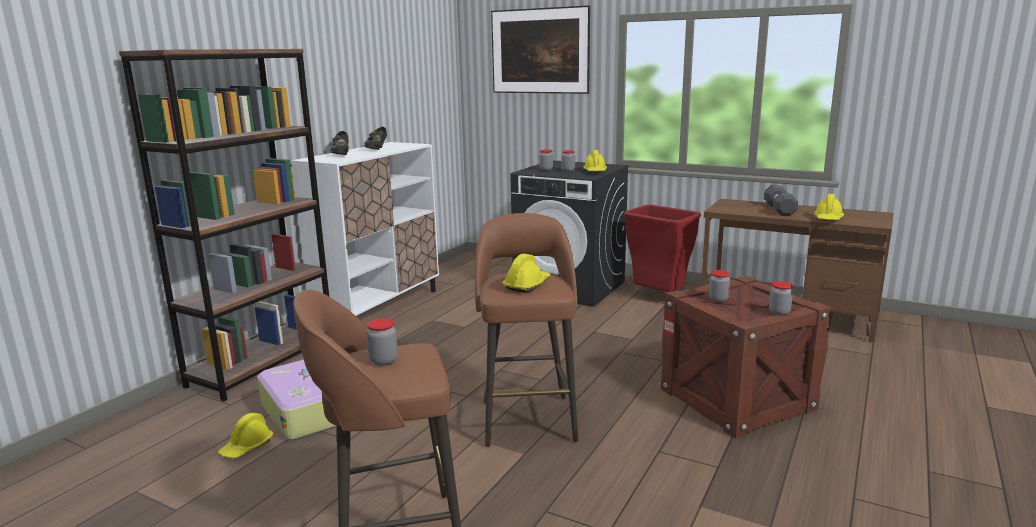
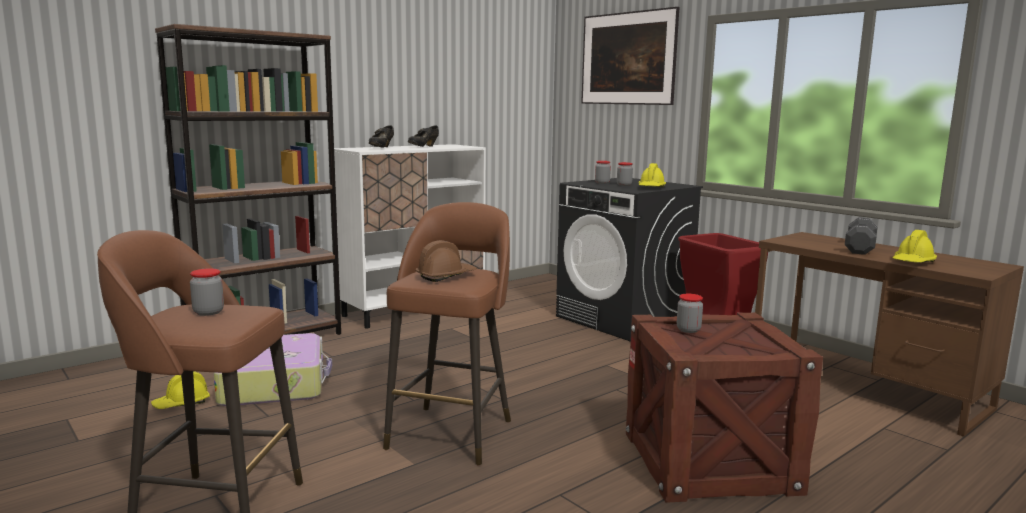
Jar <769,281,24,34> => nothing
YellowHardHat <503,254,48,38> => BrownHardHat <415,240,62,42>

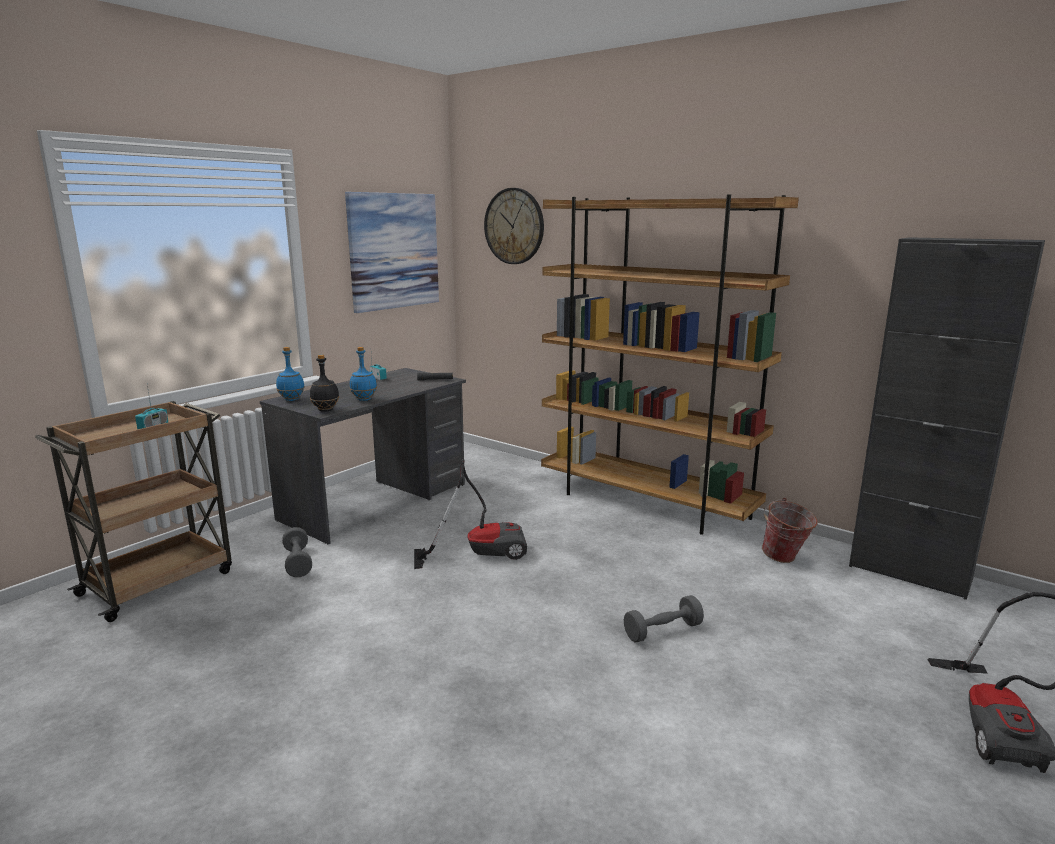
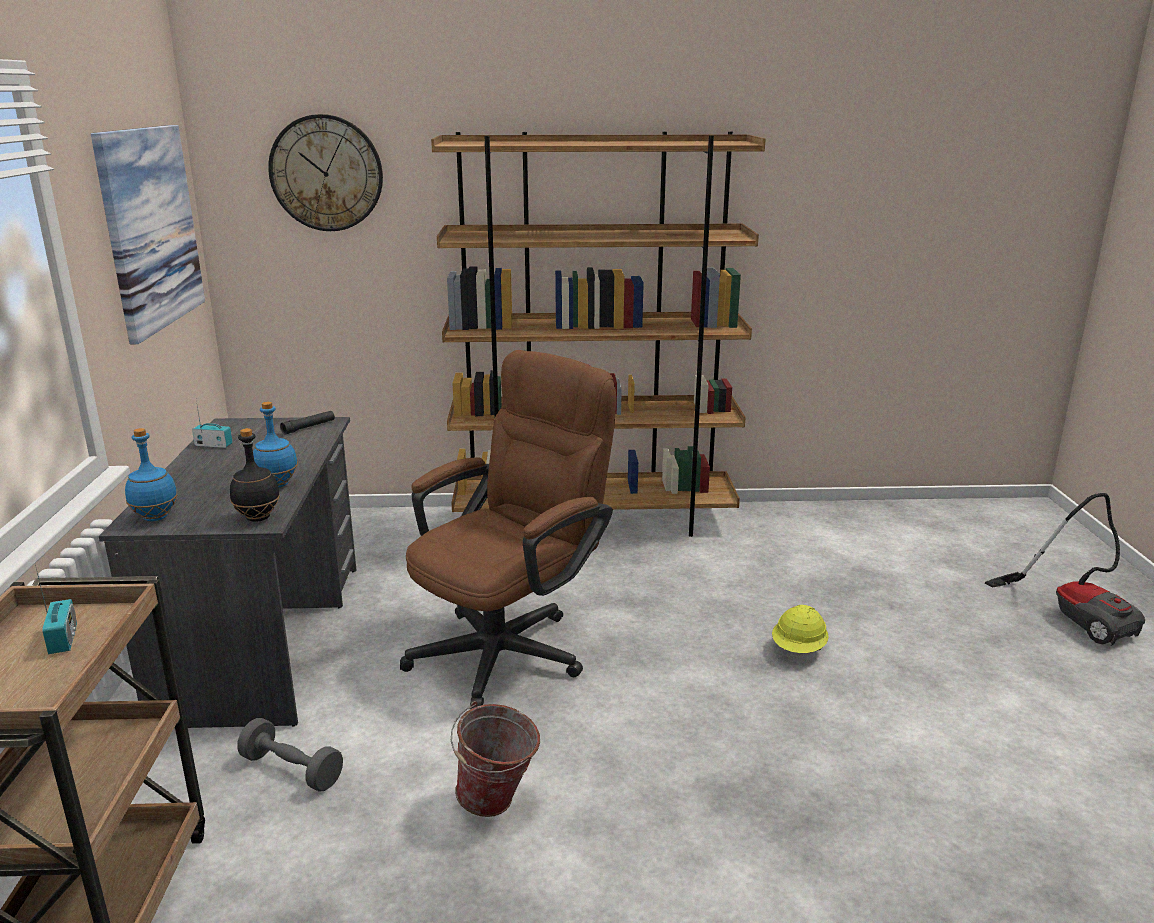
BlackCabinet <849,237,196,363> => nothing
Bucket <762,498,56,65> => Bucket <451,701,89,116>, shifted
VacuumCleaner <414,459,113,110> => BrownOfficeChair <400,350,216,356>
GreyDumbbell <624,595,80,47> => YellowHardHat <772,605,57,48>

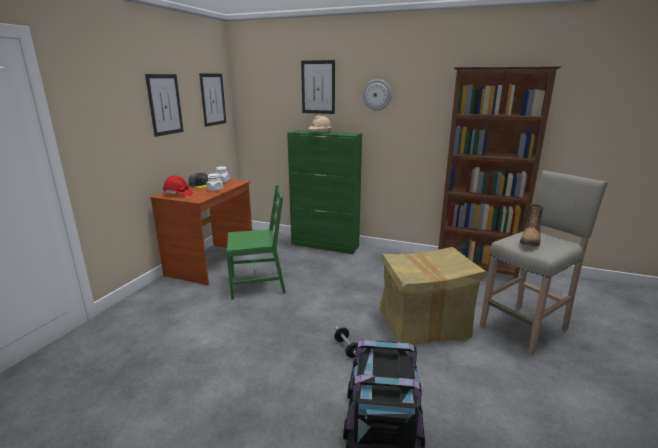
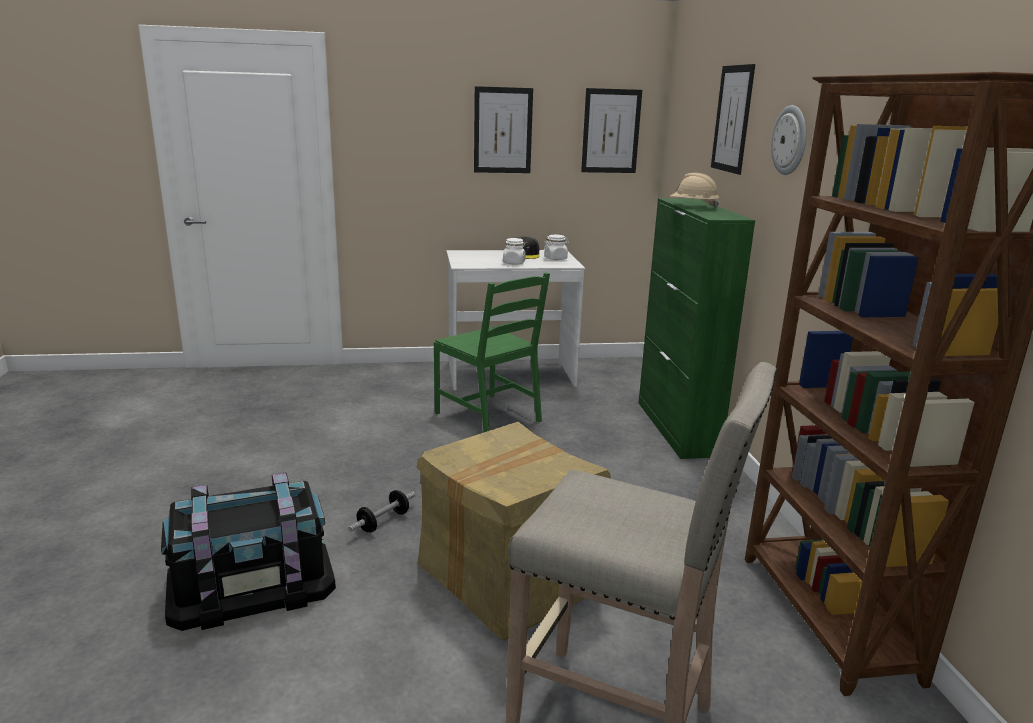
RedHardHat <163,175,30,21> => nothing
Boot <519,204,25,43> => nothing
BrownDesk <150,179,102,106> => WhiteDesk <446,250,139,140>

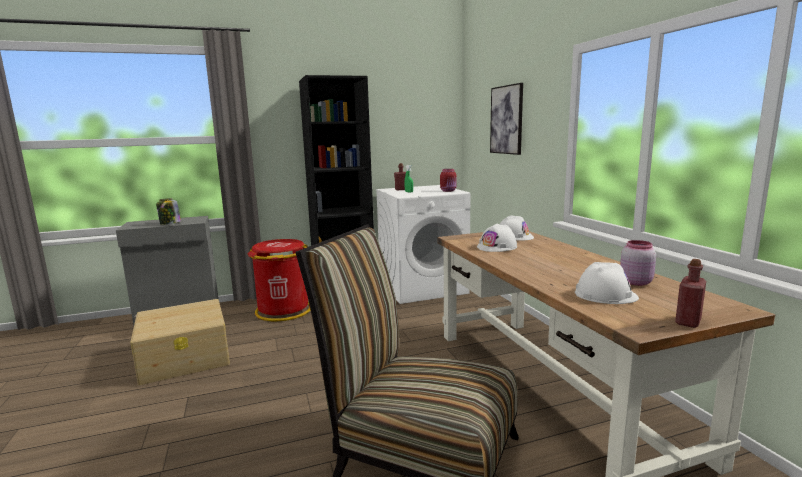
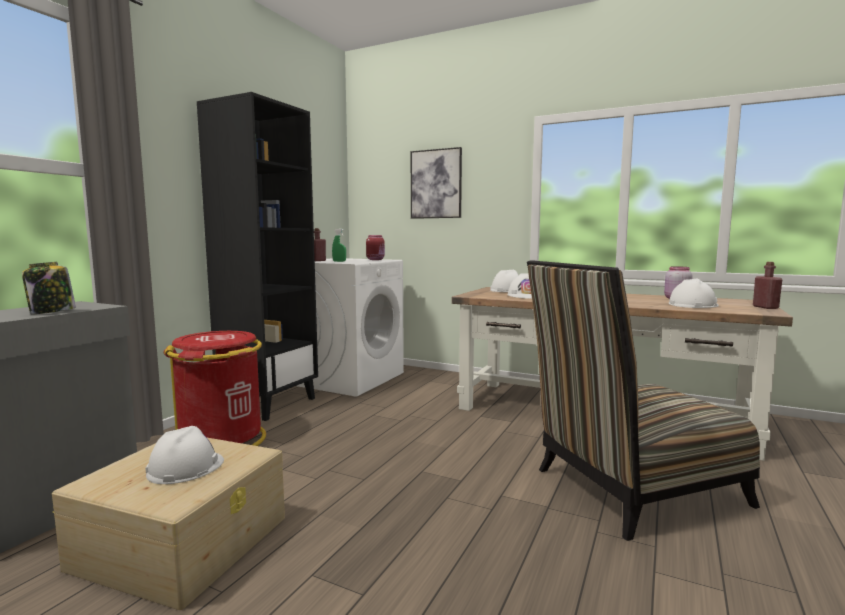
nothing => WhiteHardHat <146,426,78,58>

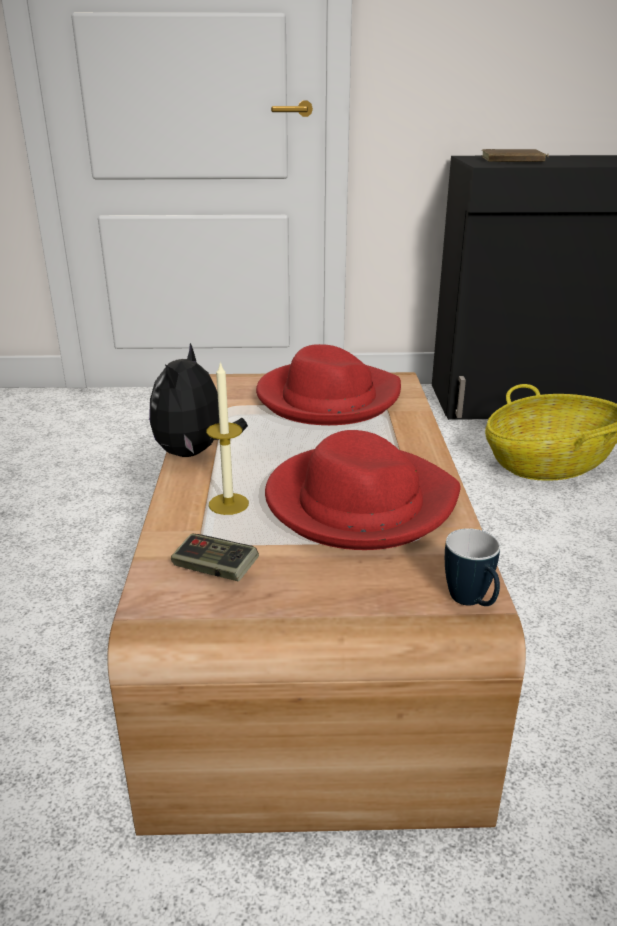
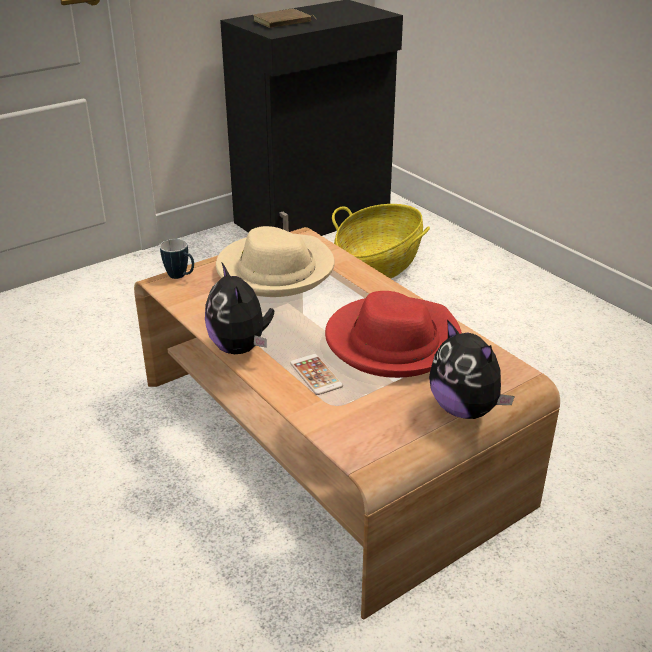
GameController <171,534,88,47> => nothing
nothing => PlushToy <429,320,86,99>
Mug <445,528,55,78> => Mug <160,239,34,40>, shifted
Candle <206,362,43,153> => Phone <290,354,53,41>
RedHat <256,344,145,81> => BeigeHat <216,226,119,71>

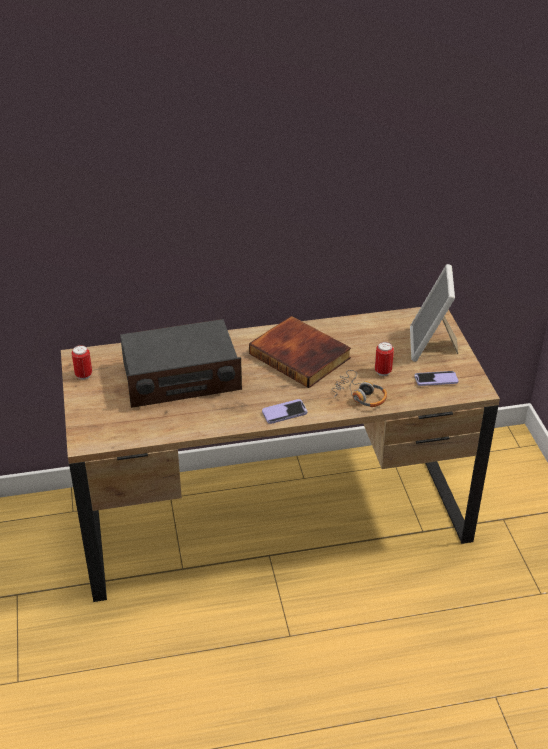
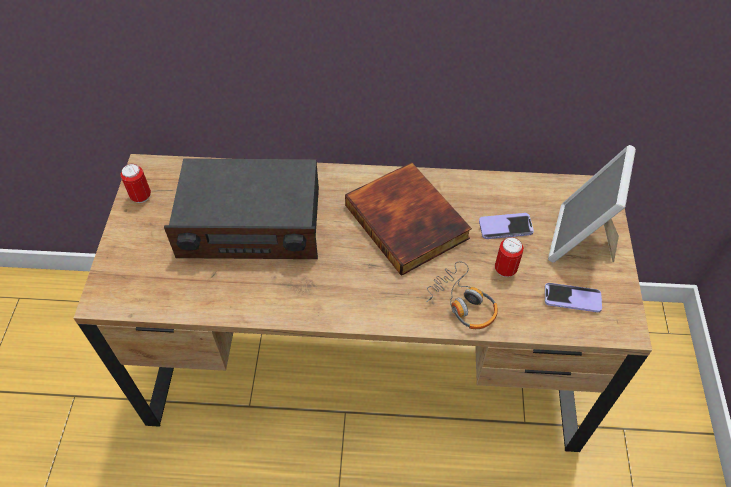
Phone <262,399,46,25> => Phone <479,213,55,26>, shifted

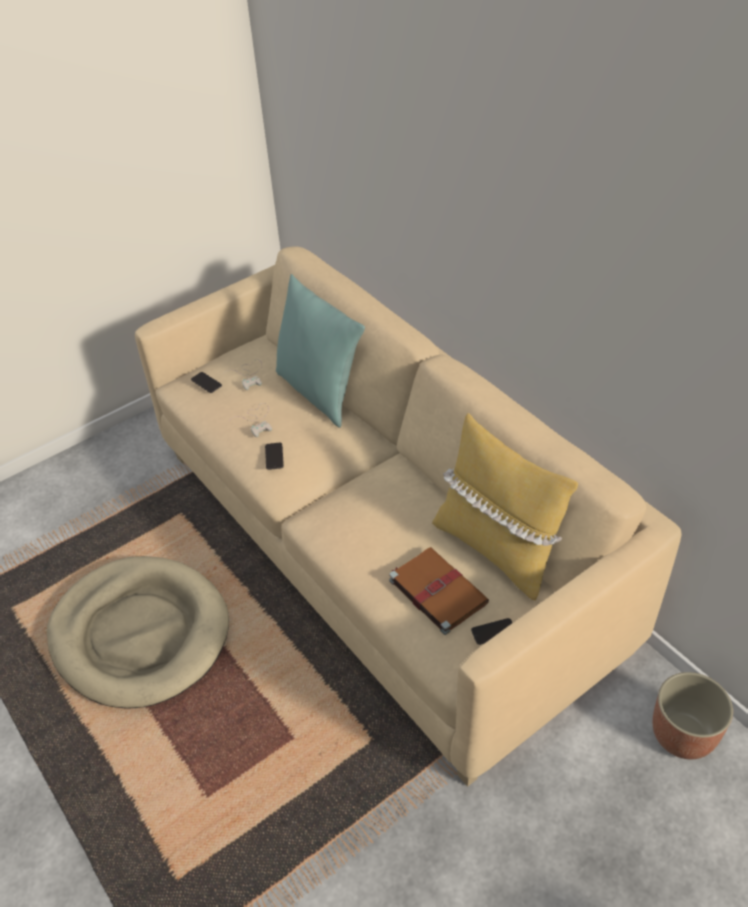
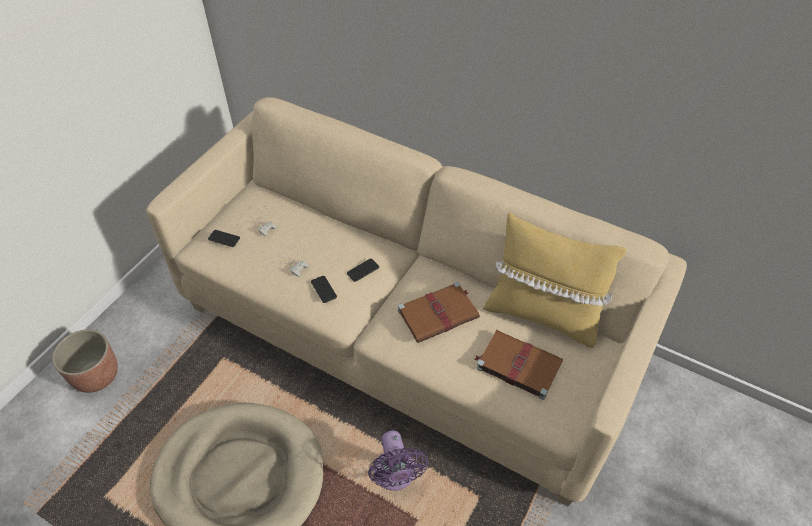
TurquoisePillow <276,274,89,154> => nothing
nothing => PurpleFan <368,431,60,60>
nothing => BrownBook <398,282,82,61>
Phone <471,618,41,27> => Phone <347,259,32,23>, shifted
Planter <653,672,80,88> => Planter <52,329,66,64>, shifted

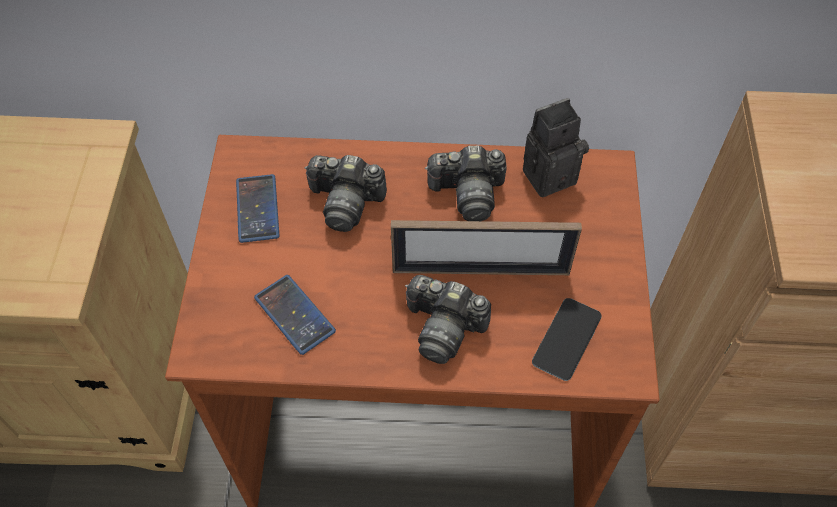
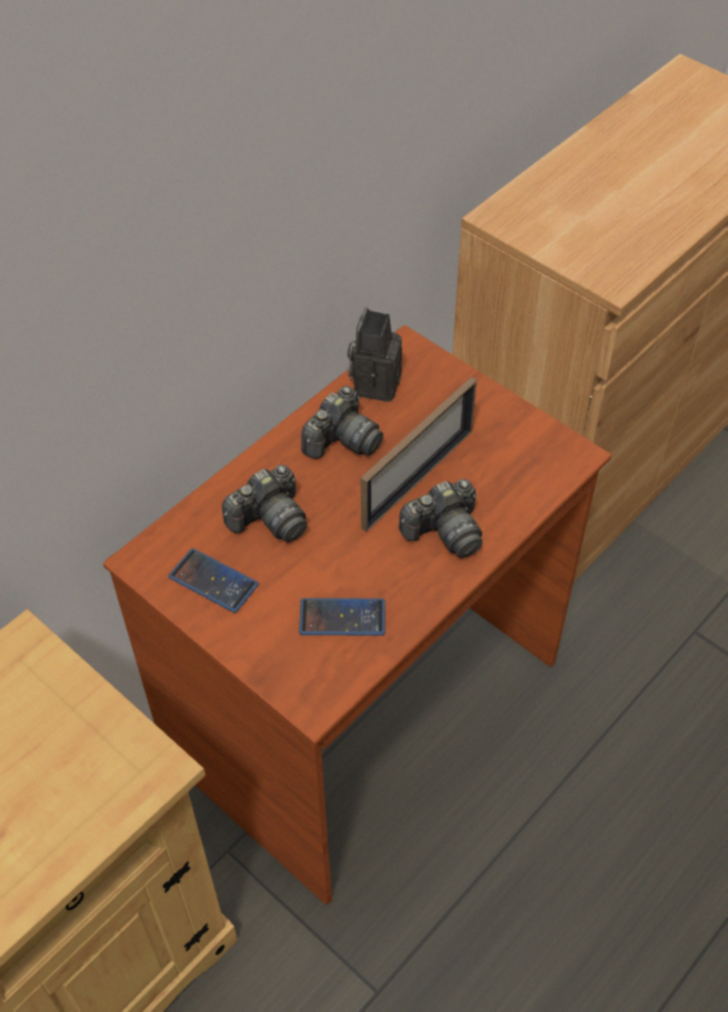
Phone <532,298,70,83> => nothing

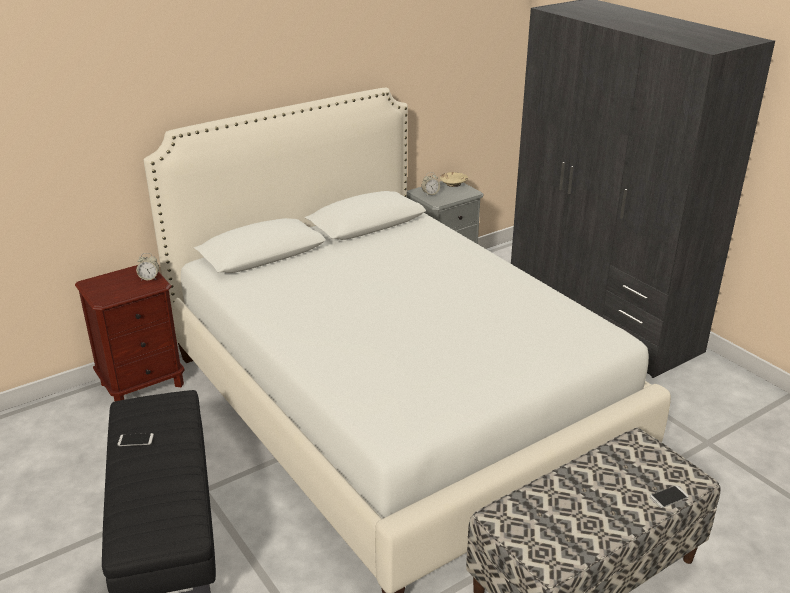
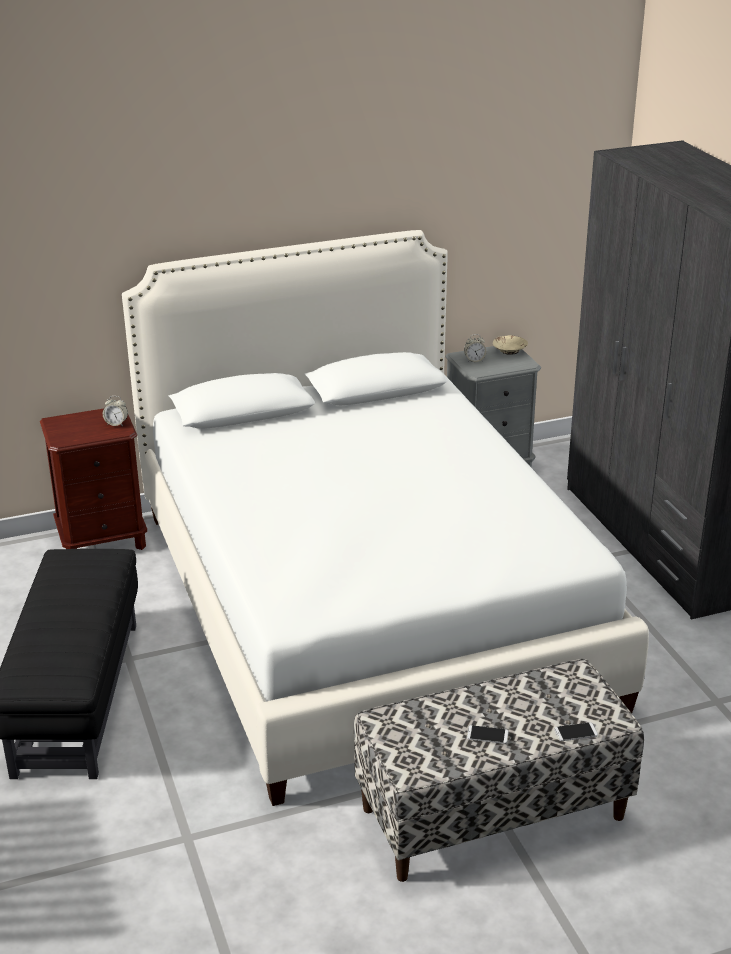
Phone <117,433,37,13> => Phone <467,725,42,19>, shifted

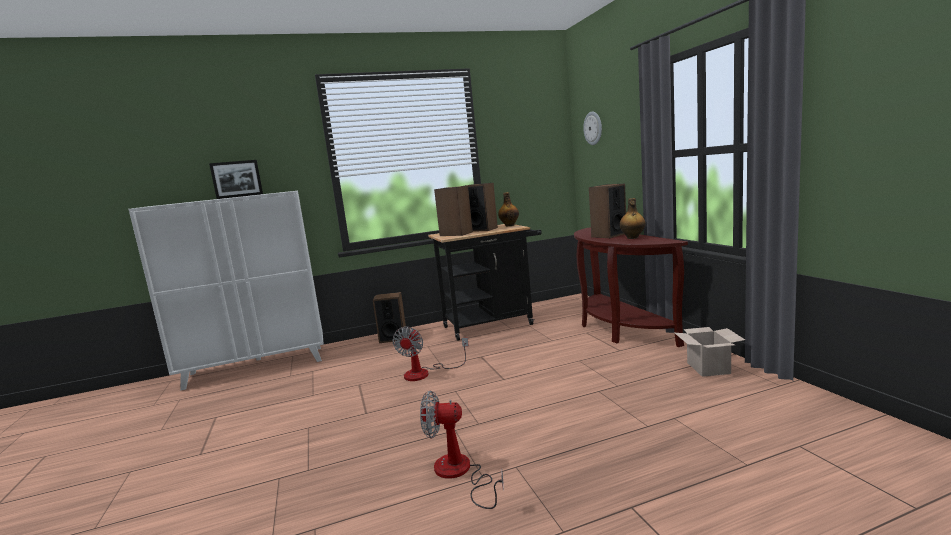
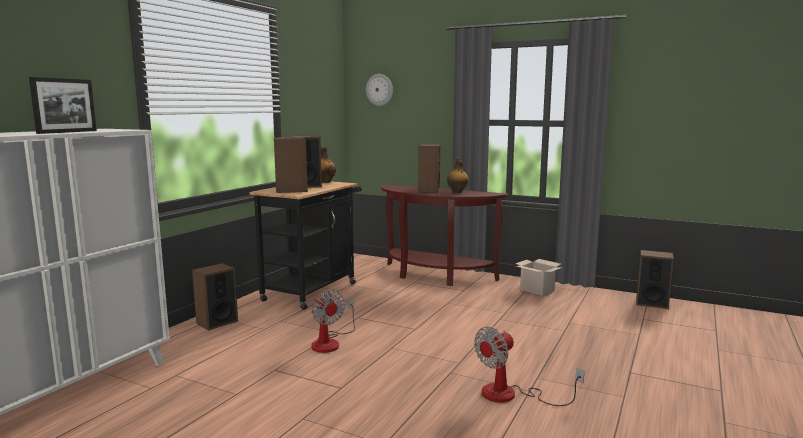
nothing => Speaker <636,250,38,59>

